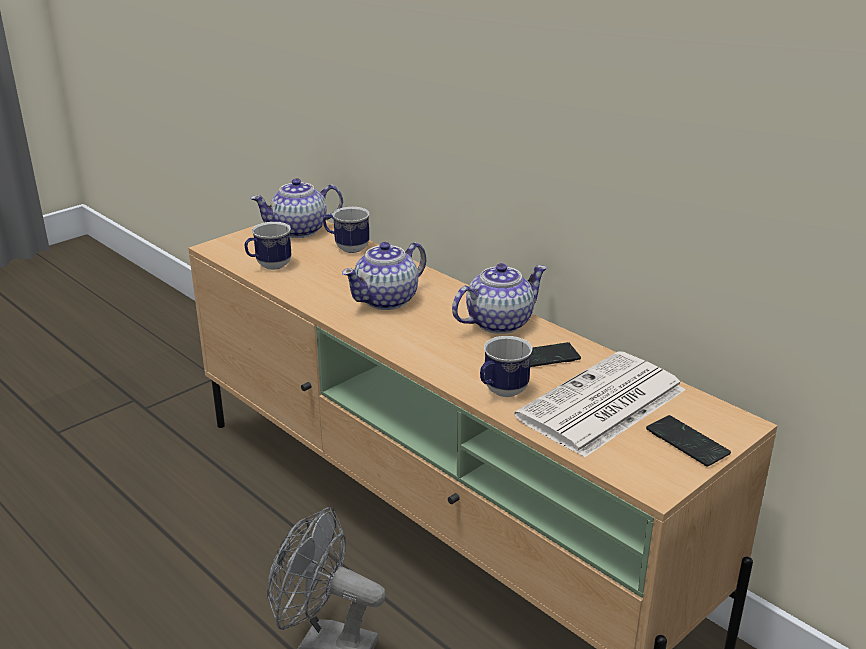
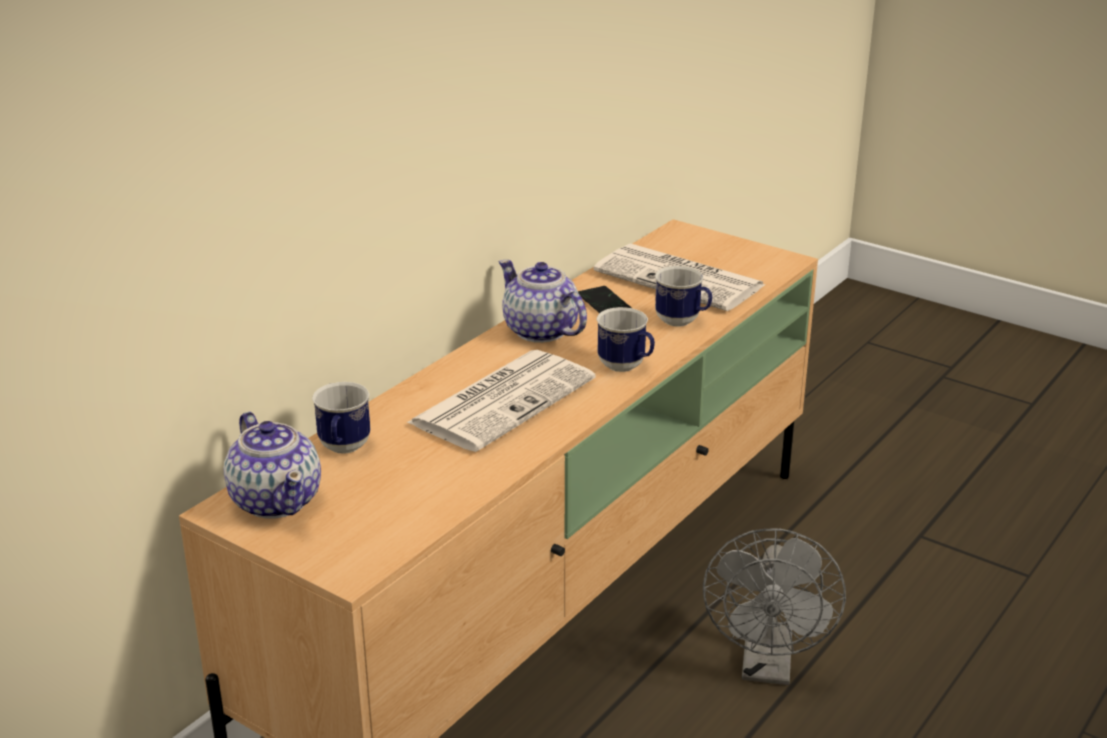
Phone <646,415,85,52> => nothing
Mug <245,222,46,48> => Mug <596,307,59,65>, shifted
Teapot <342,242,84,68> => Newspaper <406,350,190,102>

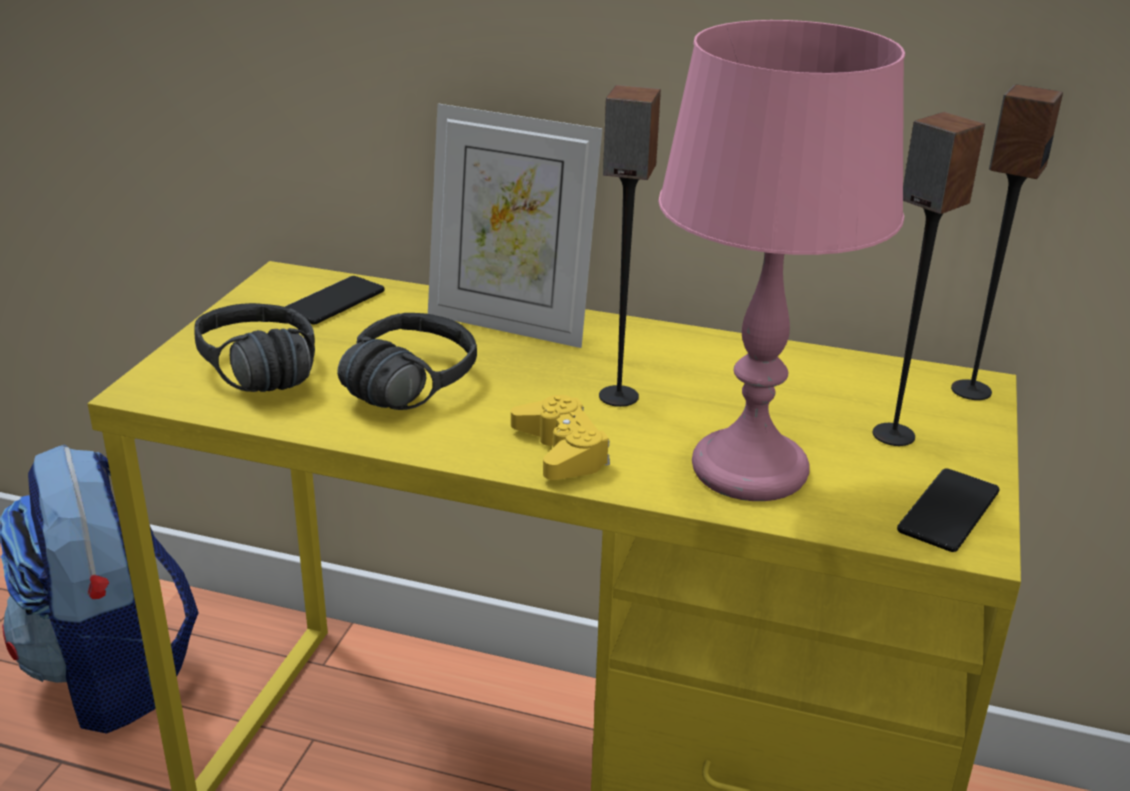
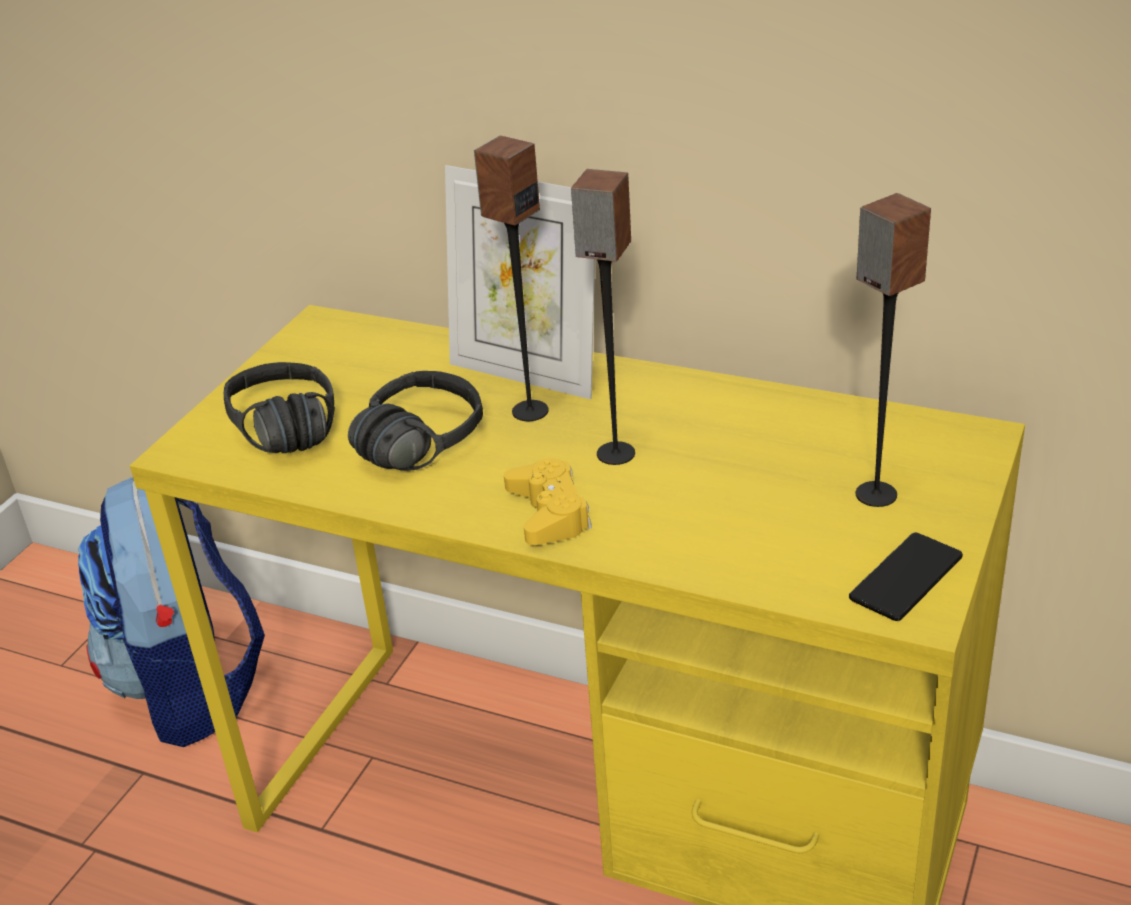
Phone <285,276,100,49> => nothing
PinkTableLamp <658,20,247,481> => nothing
Speaker <951,85,112,315> => Speaker <474,136,75,285>, shifted

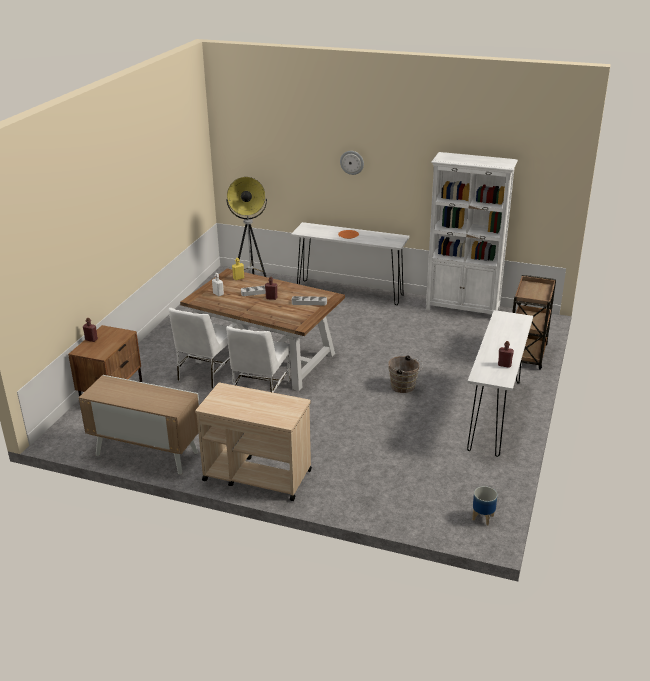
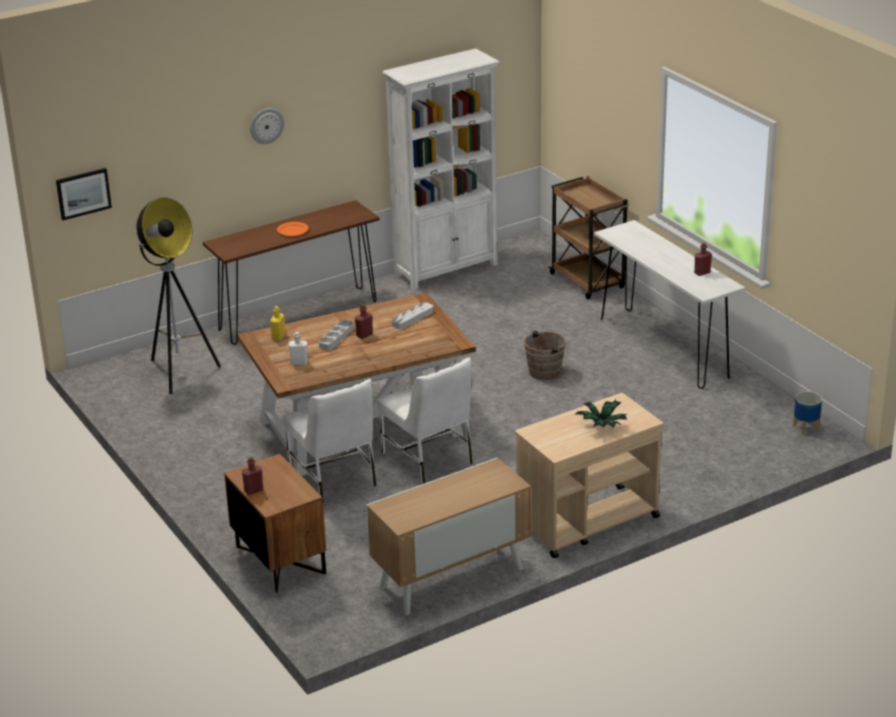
nothing => Picture <56,168,56,52>
nothing => PottedPlant <576,400,51,28>
WhiteConsoleTable <291,222,118,83> => BrownConsoleTable <203,200,176,145>

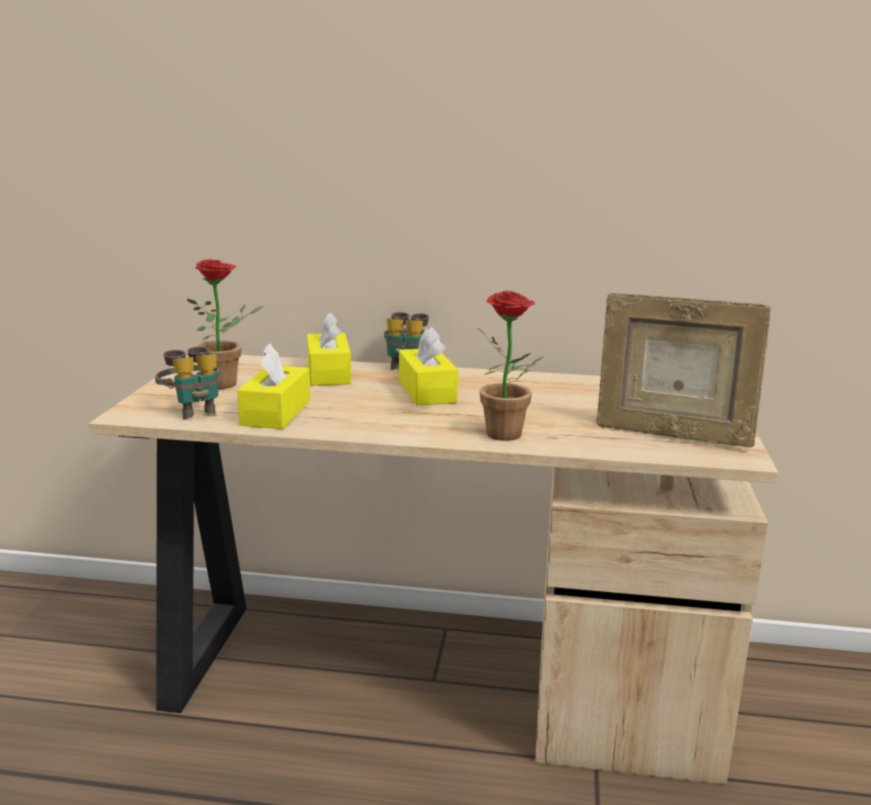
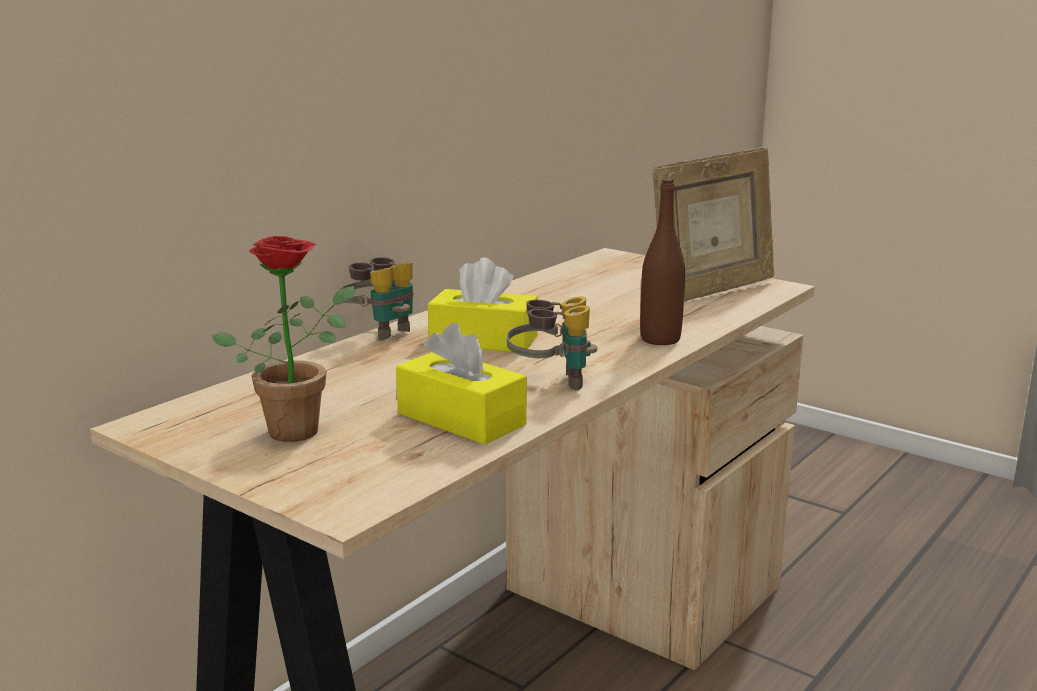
YellowTissueBox <307,312,44,74> => nothing
Binoculars <155,347,64,73> => Binoculars <507,297,90,93>, shifted
PottedPlant <479,291,65,150> => BrownBottle <640,179,45,166>

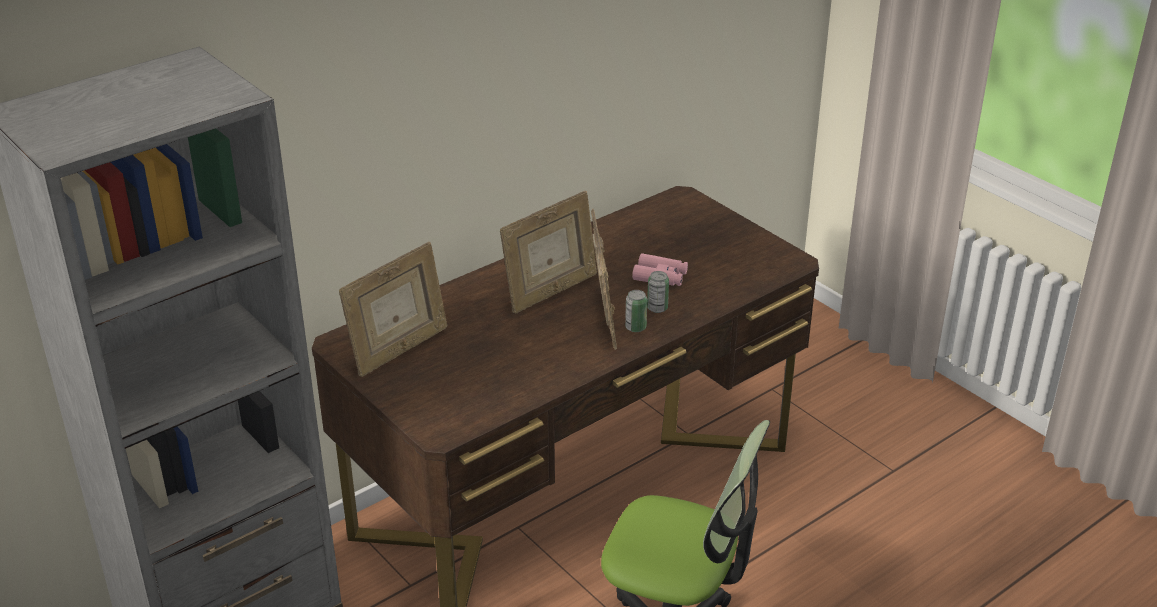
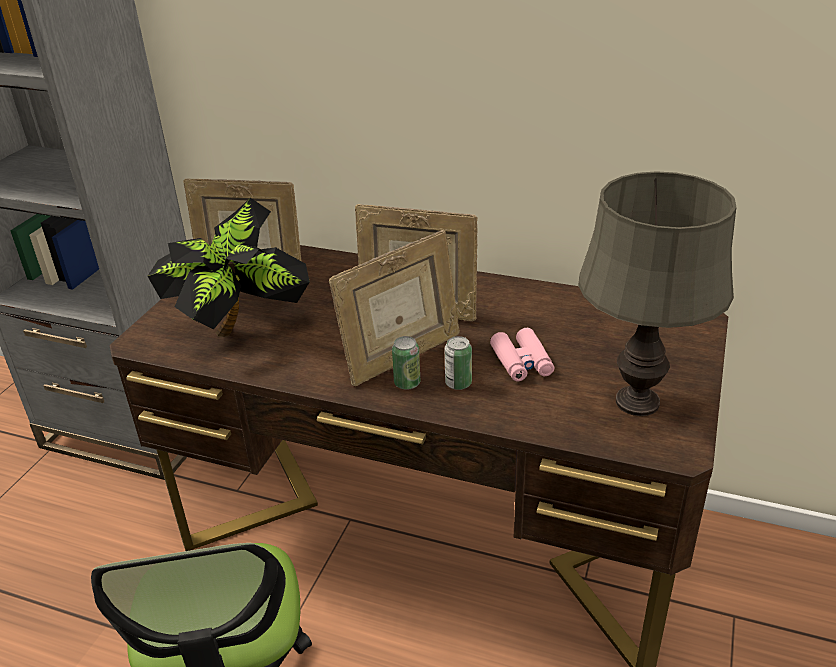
nothing => PottedPlant <148,198,162,139>
nothing => GreyTableLamp <578,171,158,245>

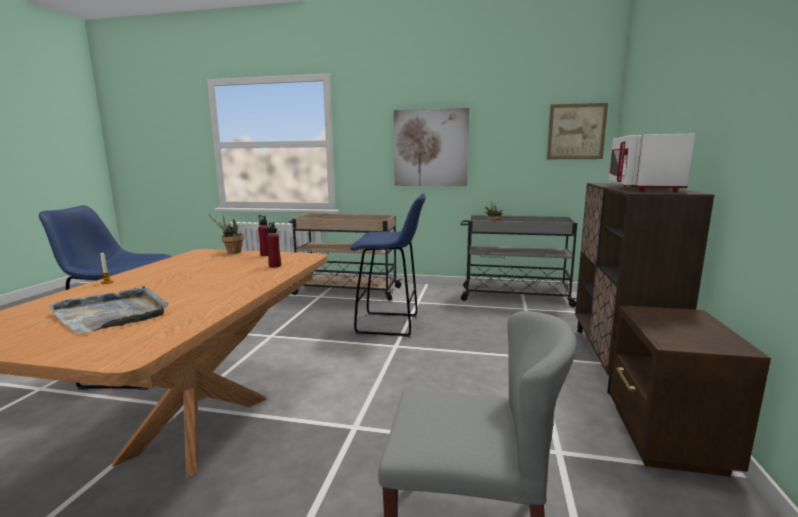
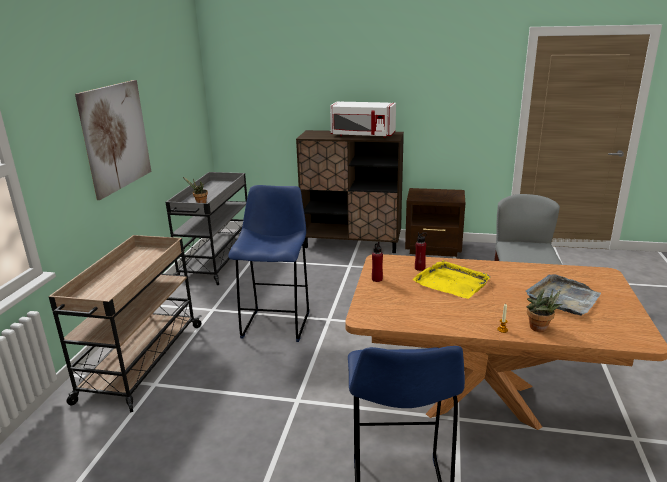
Picture <547,103,61,56> => nothing
nothing => YellowTray <413,260,78,39>
PottedPlant <208,214,36,39> => PottedPlant <527,289,35,43>, shifted

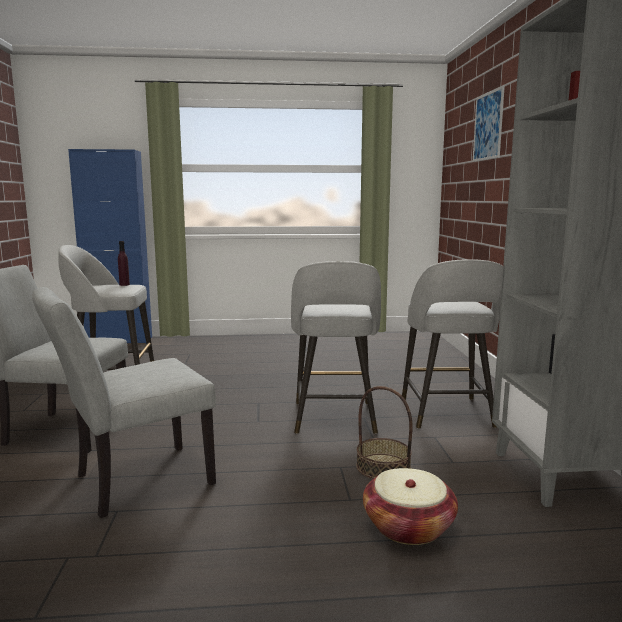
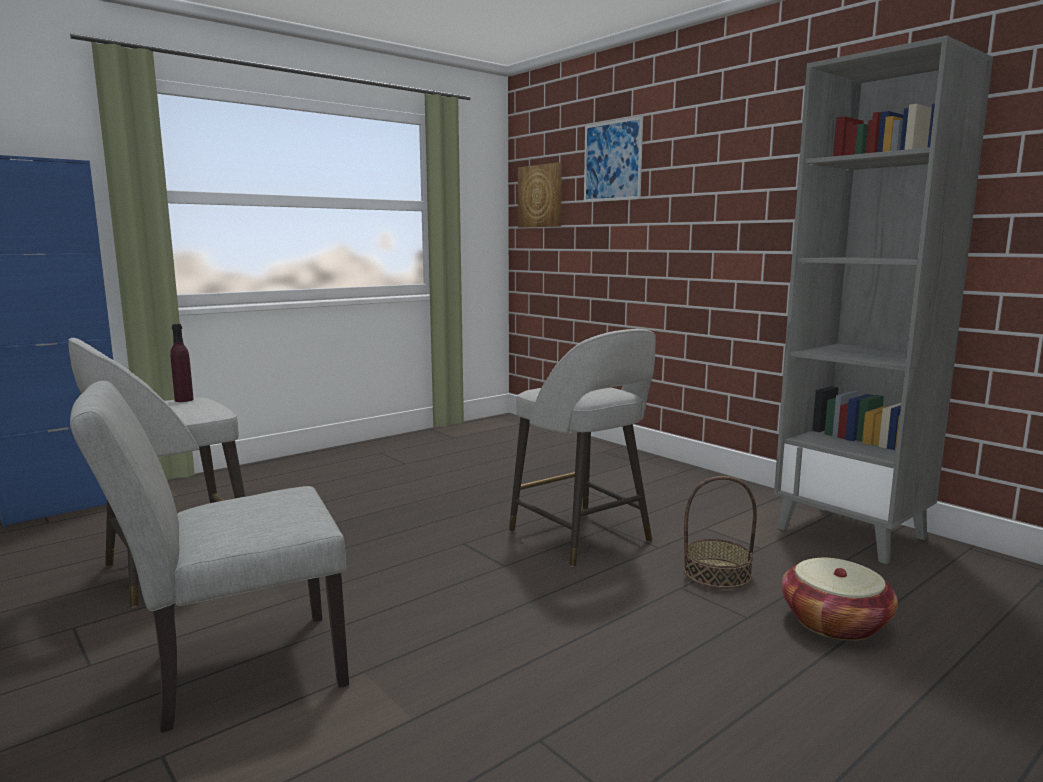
GreyChair <32,287,184,231> => nothing
GreyStool <402,259,101,170> => nothing
nothing => Picture <518,163,44,65>

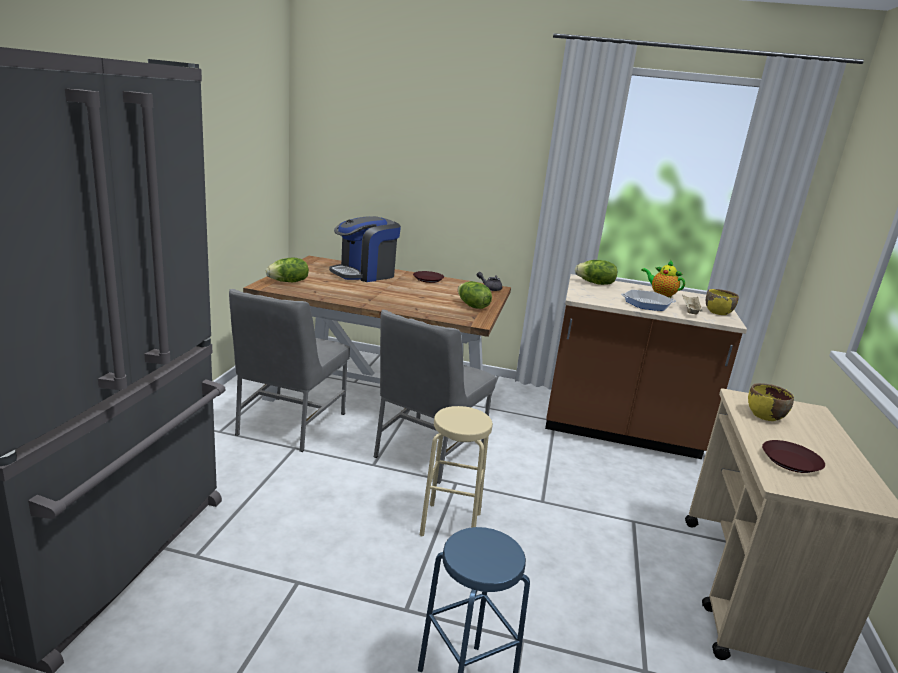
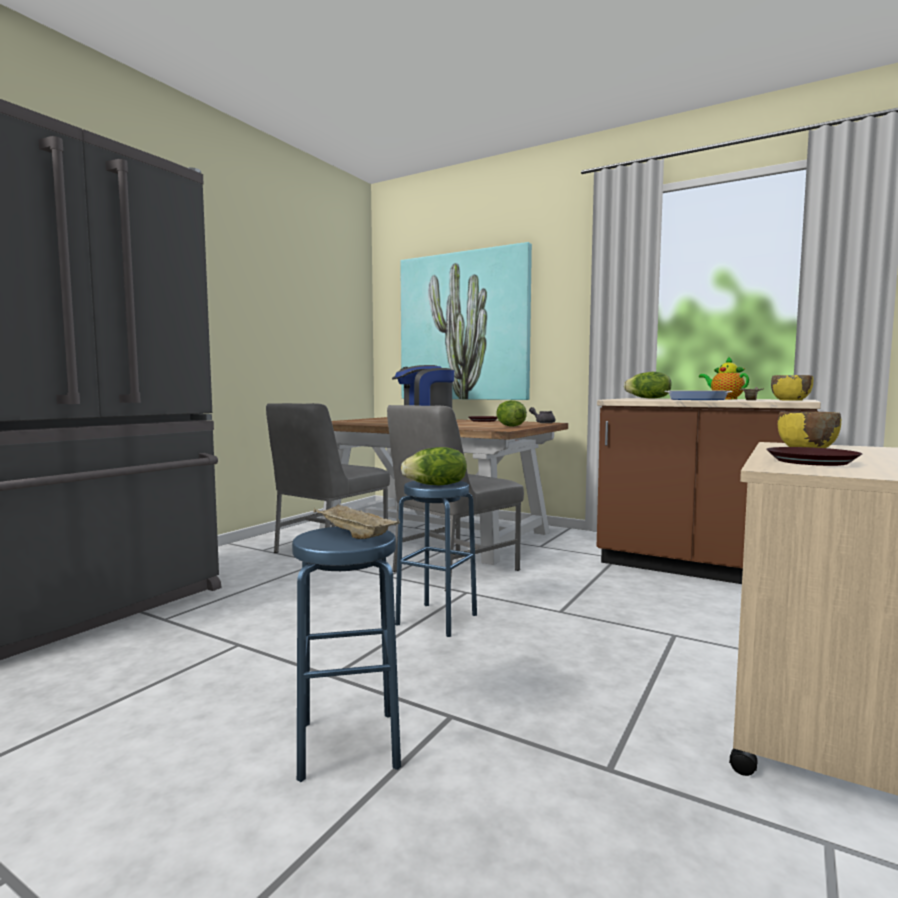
nothing => BeigeTray <314,503,86,36>
nothing => Picture <400,242,132,158>
Lettuce <266,258,43,24> => Lettuce <401,447,66,38>, shifted
BeigeStool <420,406,73,131> => BlueStool <395,481,82,156>

